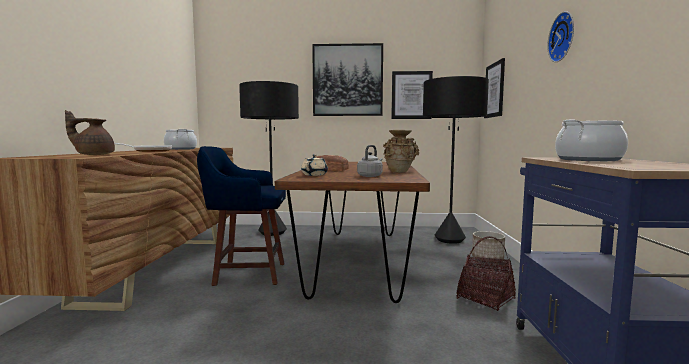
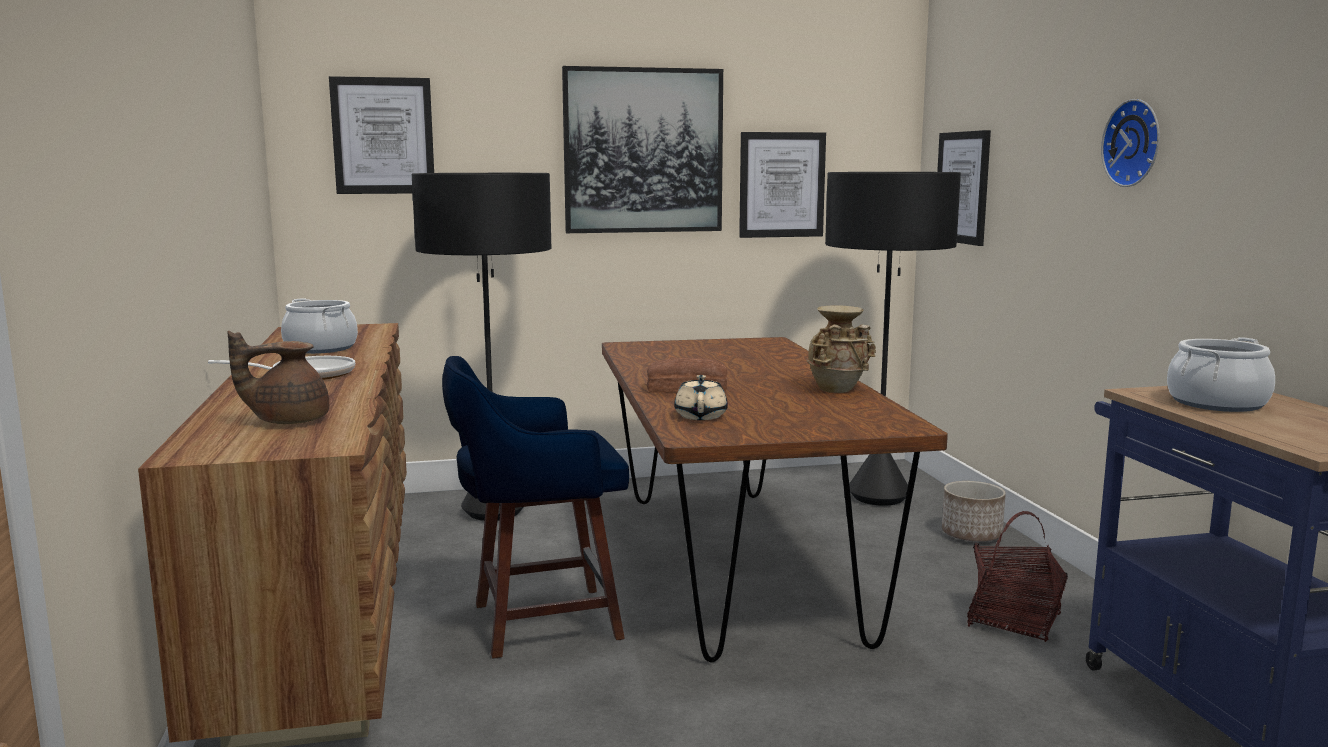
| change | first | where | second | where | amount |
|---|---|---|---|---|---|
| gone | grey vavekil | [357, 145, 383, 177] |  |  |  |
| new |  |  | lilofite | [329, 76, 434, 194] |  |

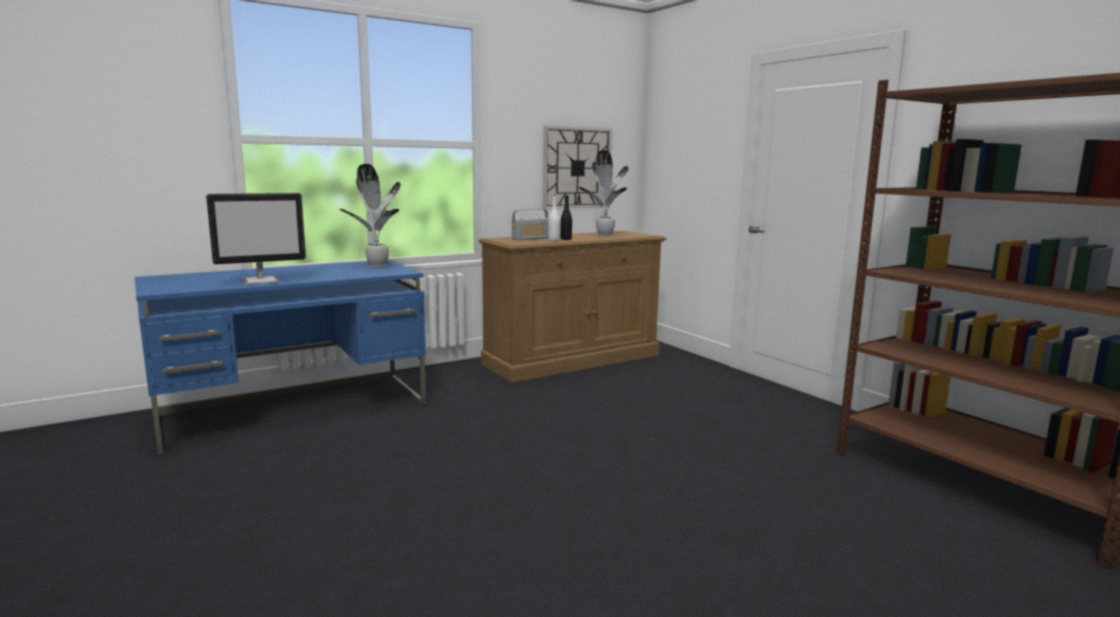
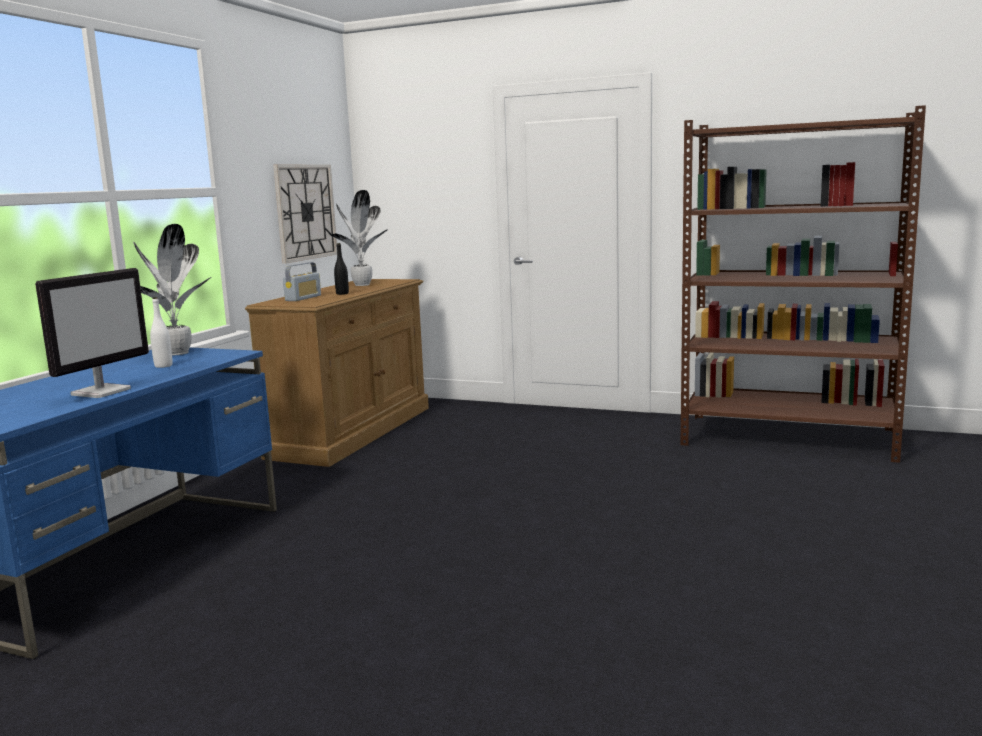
| change | first | where | second | where | amount |
|---|---|---|---|---|---|
| shifted | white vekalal | [548, 195, 560, 241] |  | [150, 297, 173, 368] |  |

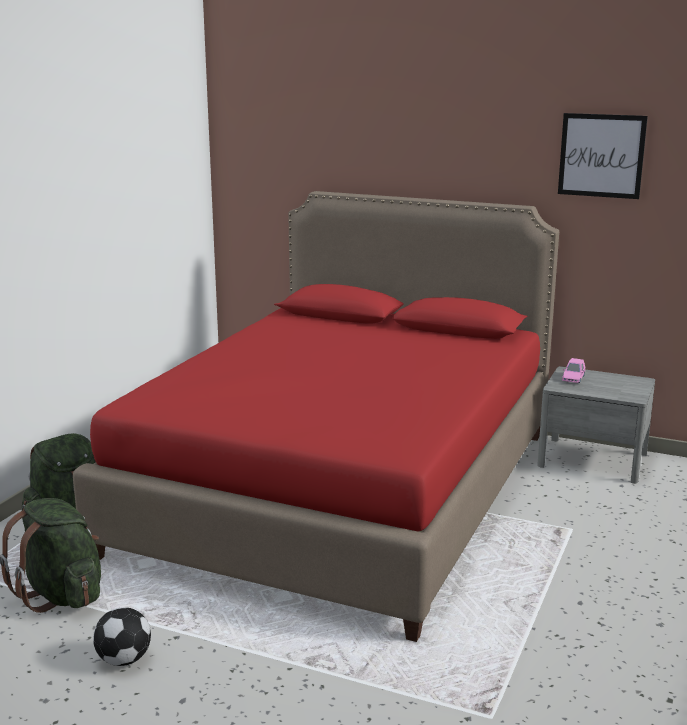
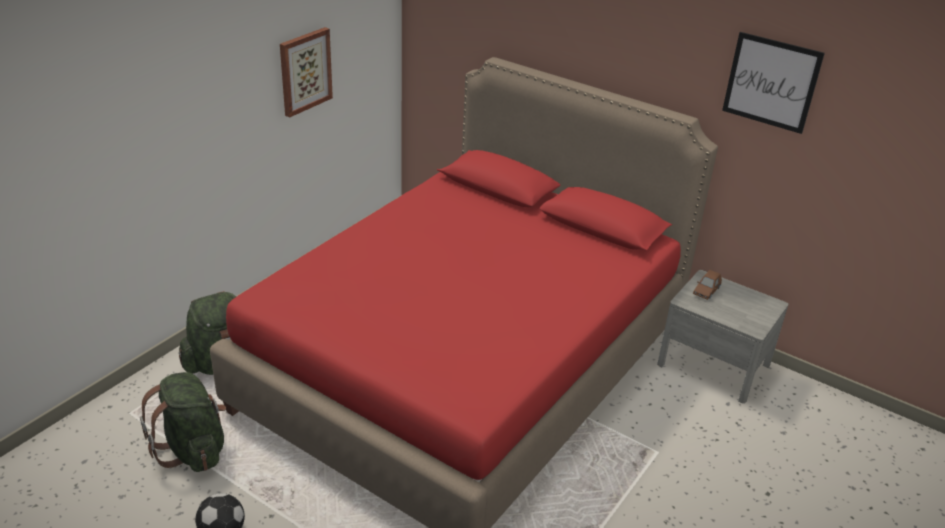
| change | first | where | second | where | amount |
|---|---|---|---|---|---|
| repainted | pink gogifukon | [562, 358, 585, 383] | brown gogifukon | [693, 270, 722, 300] |  |
| new |  |  | lilofite | [280, 27, 333, 117] |  |

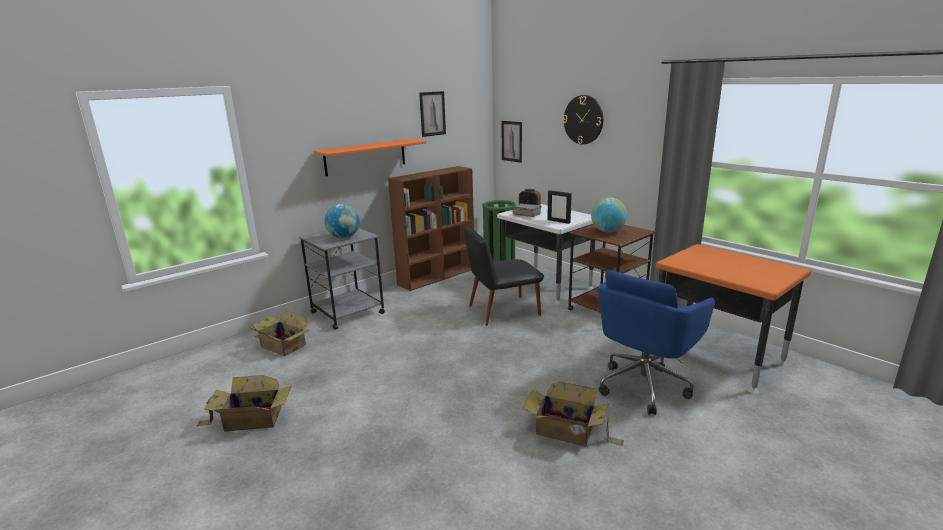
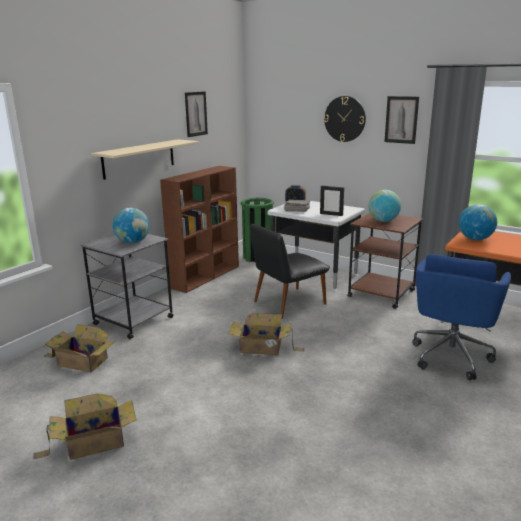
| change | first | where | second | where | amount |
|---|---|---|---|---|---|
| repainted | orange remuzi | [313, 139, 427, 176] | beige remuzi | [92, 139, 199, 180] |  |
| shifted | lilofite | [501, 121, 522, 163] |  | [384, 96, 419, 144] |  |
| shifted | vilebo | [522, 382, 624, 446] |  | [228, 313, 305, 355] |  |
| new |  |  | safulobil | [458, 204, 497, 240] |  |

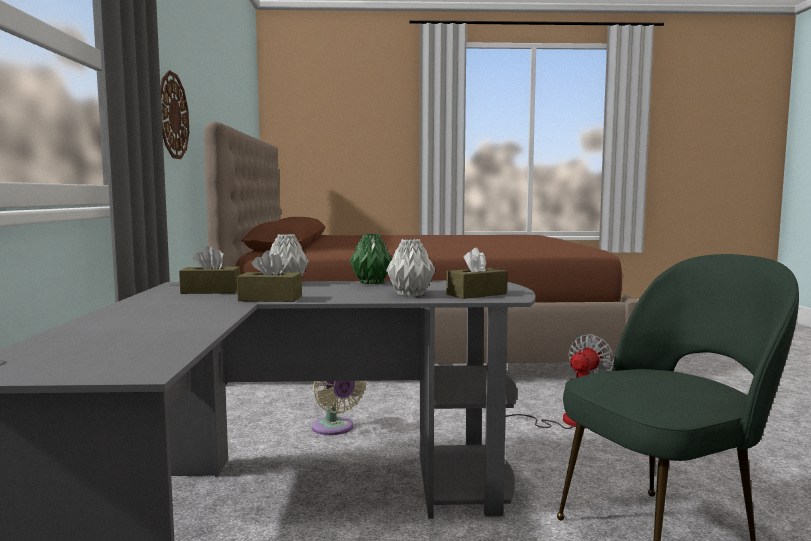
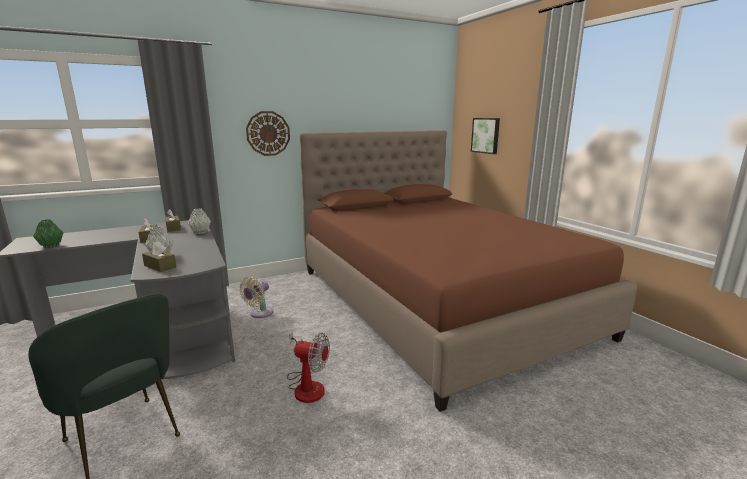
| change | first | where | second | where | amount |
|---|---|---|---|---|---|
| shifted | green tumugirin | [350, 234, 392, 284] |  | [33, 219, 63, 248] |  |
| new |  |  | lilofite | [471, 118, 500, 154] |  |

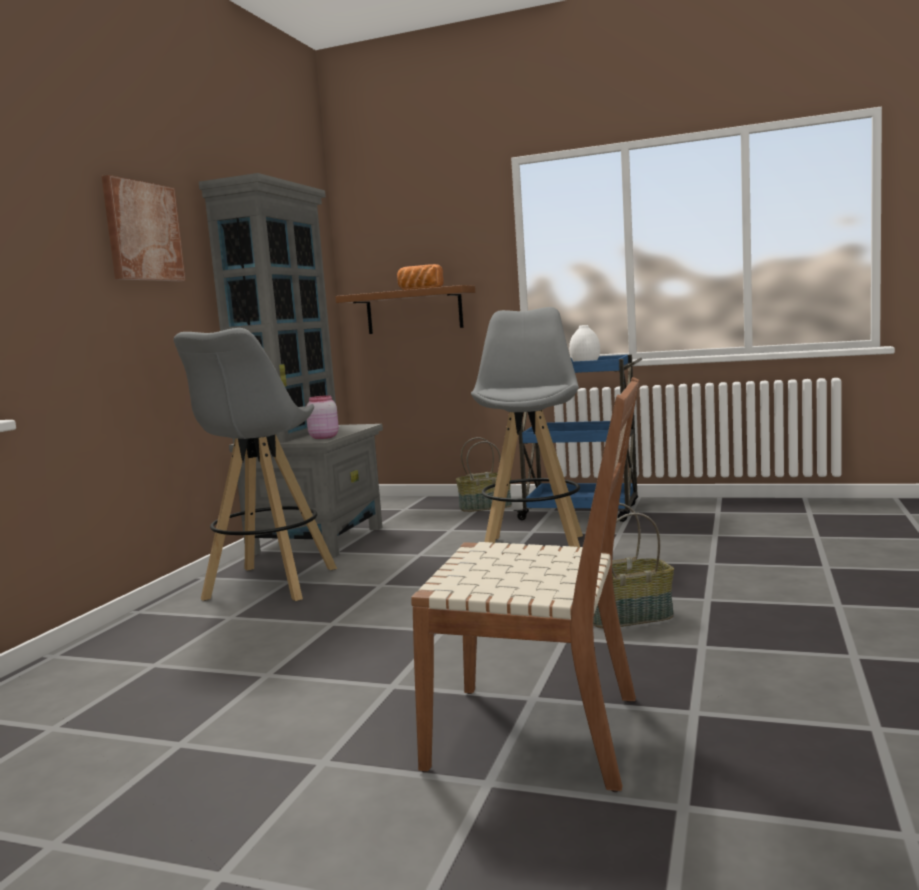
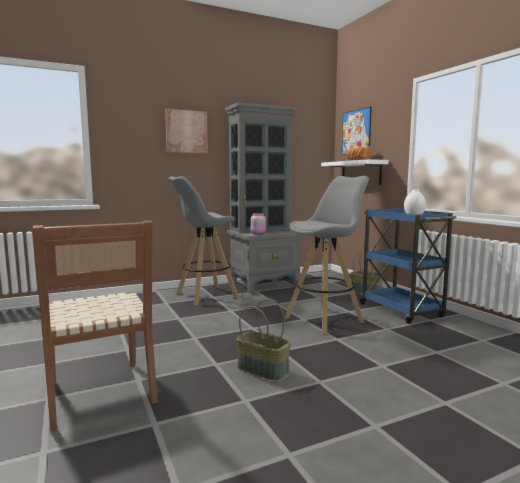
| change | first | where | second | where | amount |
|---|---|---|---|---|---|
| repainted | brown remuzi | [335, 285, 475, 334] | white remuzi | [321, 159, 389, 185] |  |
| new |  |  | lilofite | [342, 107, 372, 155] |  |

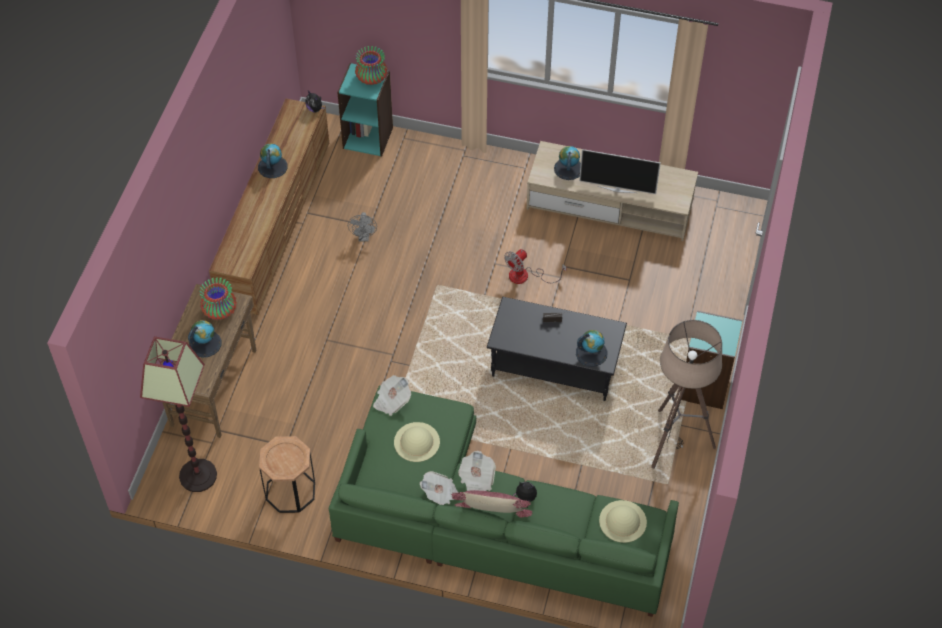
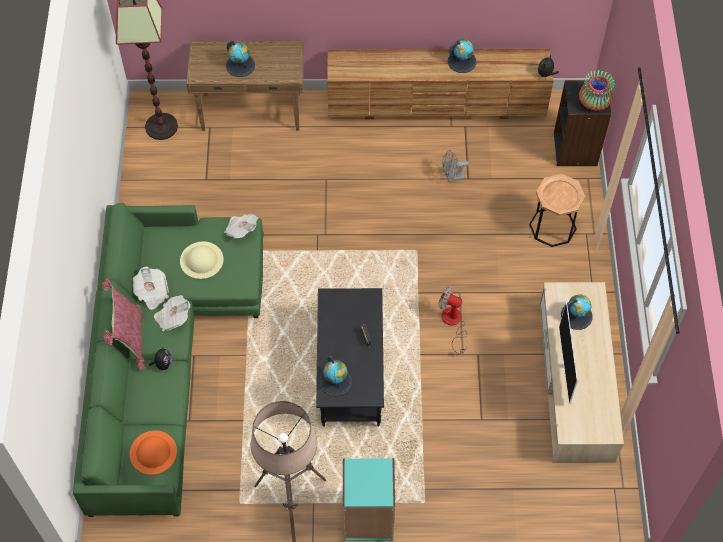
| change | first | where | second | where | amount |
|---|---|---|---|---|---|
| gone | tumugirin | [199, 277, 237, 320] |  |  |  |
| shifted | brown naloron | [259, 436, 315, 513] |  | [529, 174, 585, 247] |  |
| repainted | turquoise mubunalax | [337, 63, 393, 157] | black mubunalax | [554, 80, 612, 166] |  |
| repainted | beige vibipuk | [599, 500, 647, 543] | orange vibipuk | [130, 430, 177, 475] |  |

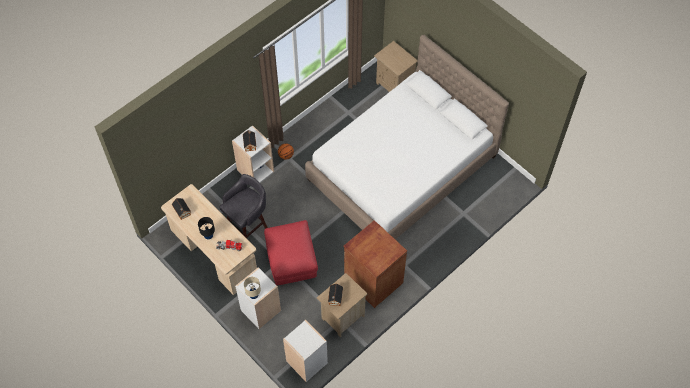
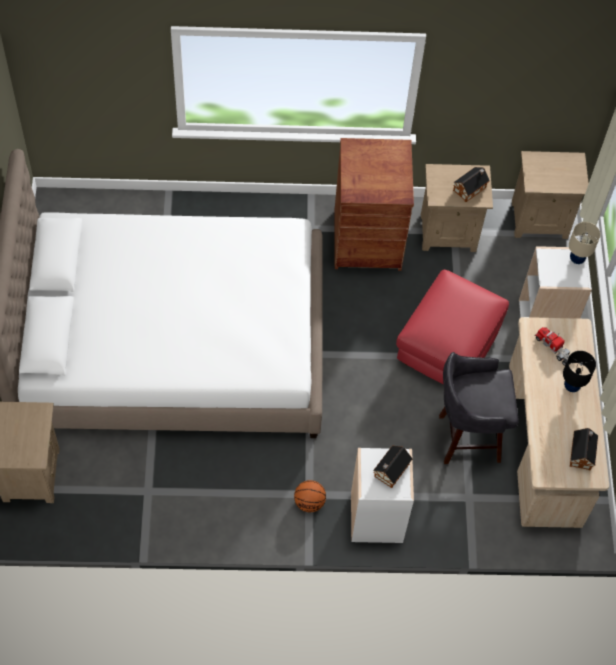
| change | first | where | second | where | amount |
|---|---|---|---|---|---|
| swapped | mubunalax | [283, 320, 328, 382] | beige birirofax | [512, 151, 589, 239] |  |

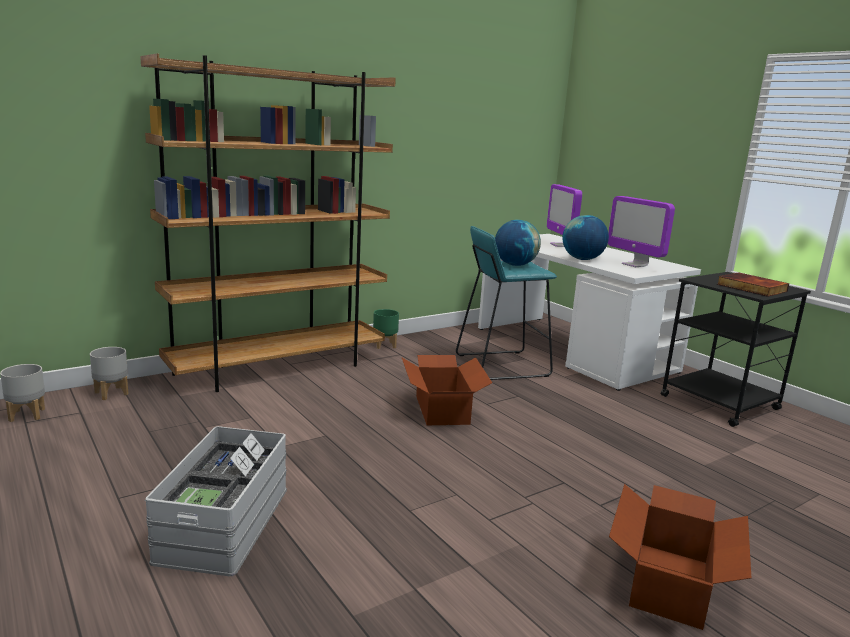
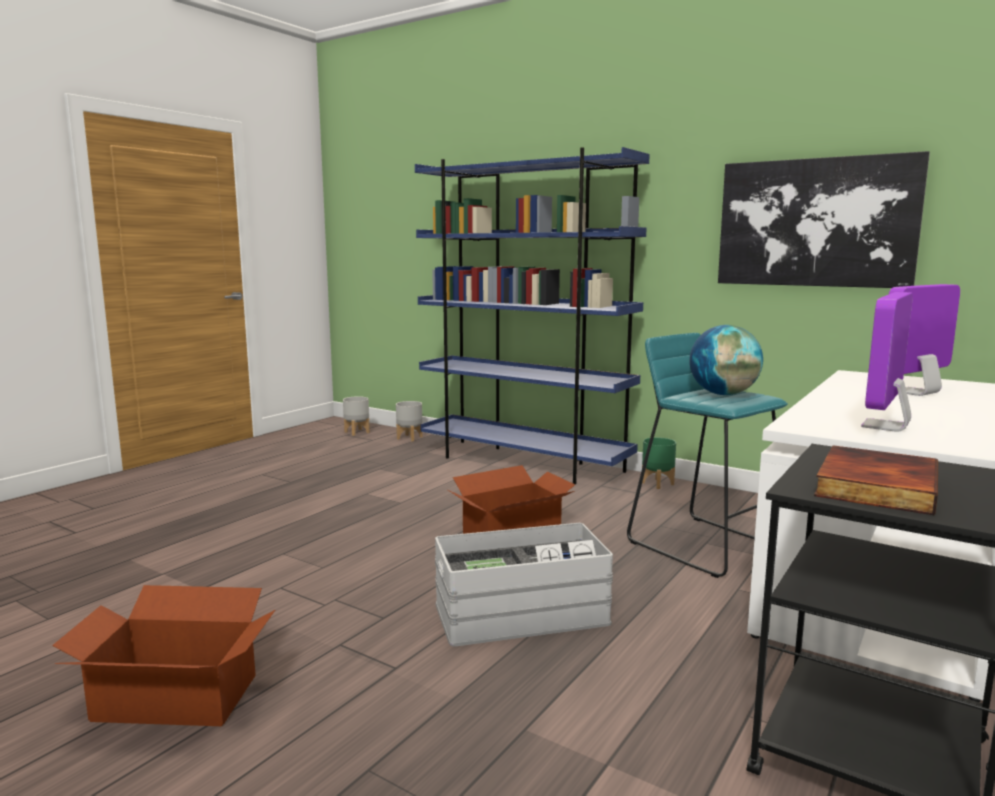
| change | first | where | second | where | amount |
|---|---|---|---|---|---|
| repainted | brown mubunalax | [140, 53, 396, 392] | blue mubunalax | [415, 147, 650, 484] |  |
| shifted | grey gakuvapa | [145, 426, 287, 576] |  | [435, 523, 613, 646] |  |
| gone | safulobil | [562, 215, 609, 260] |  |  |  |
| new |  |  | lilofite | [718, 151, 930, 288] |  |

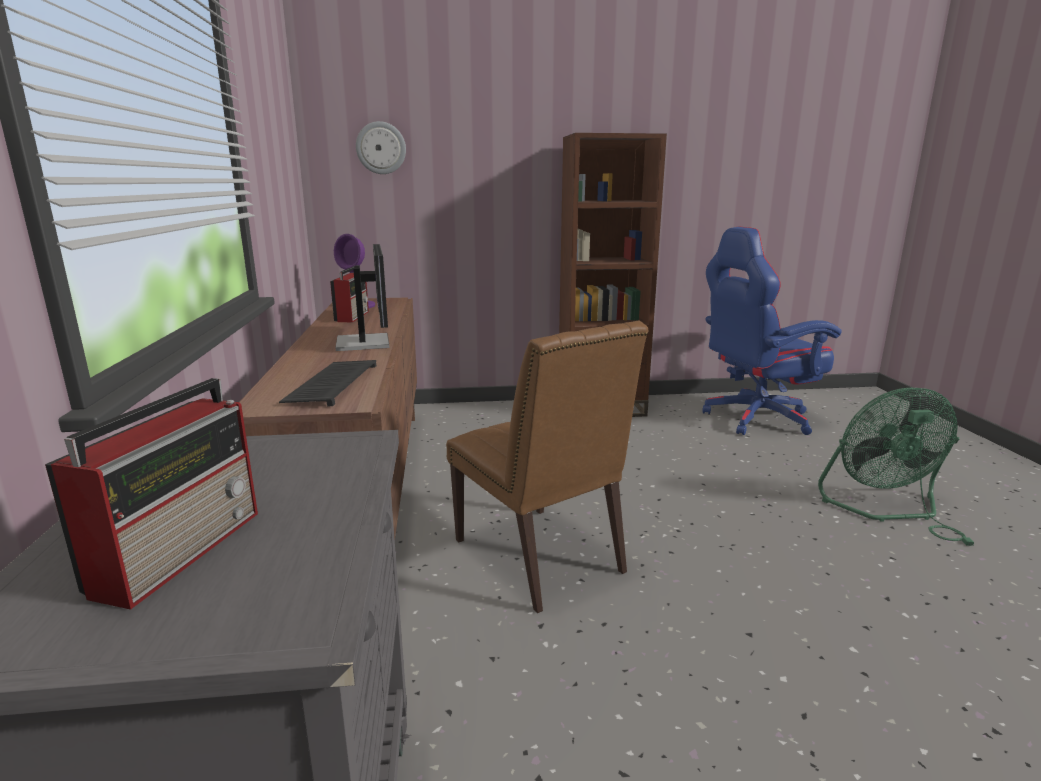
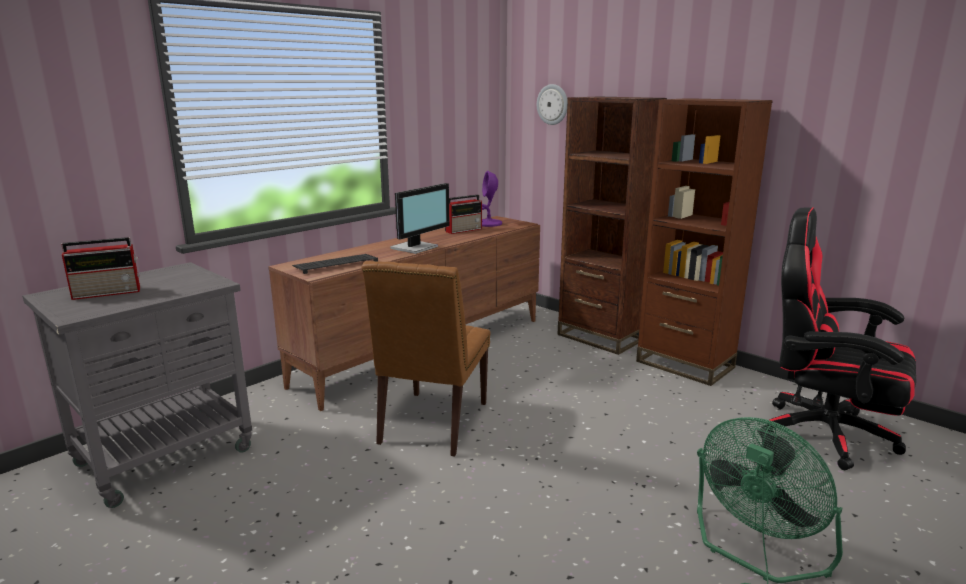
| change | first | where | second | where | amount |
|---|---|---|---|---|---|
| repainted | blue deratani | [702, 226, 842, 435] | black deratani | [761, 207, 916, 470] |  |
| new |  |  | brown mubunalax | [557, 97, 667, 355] |  |

